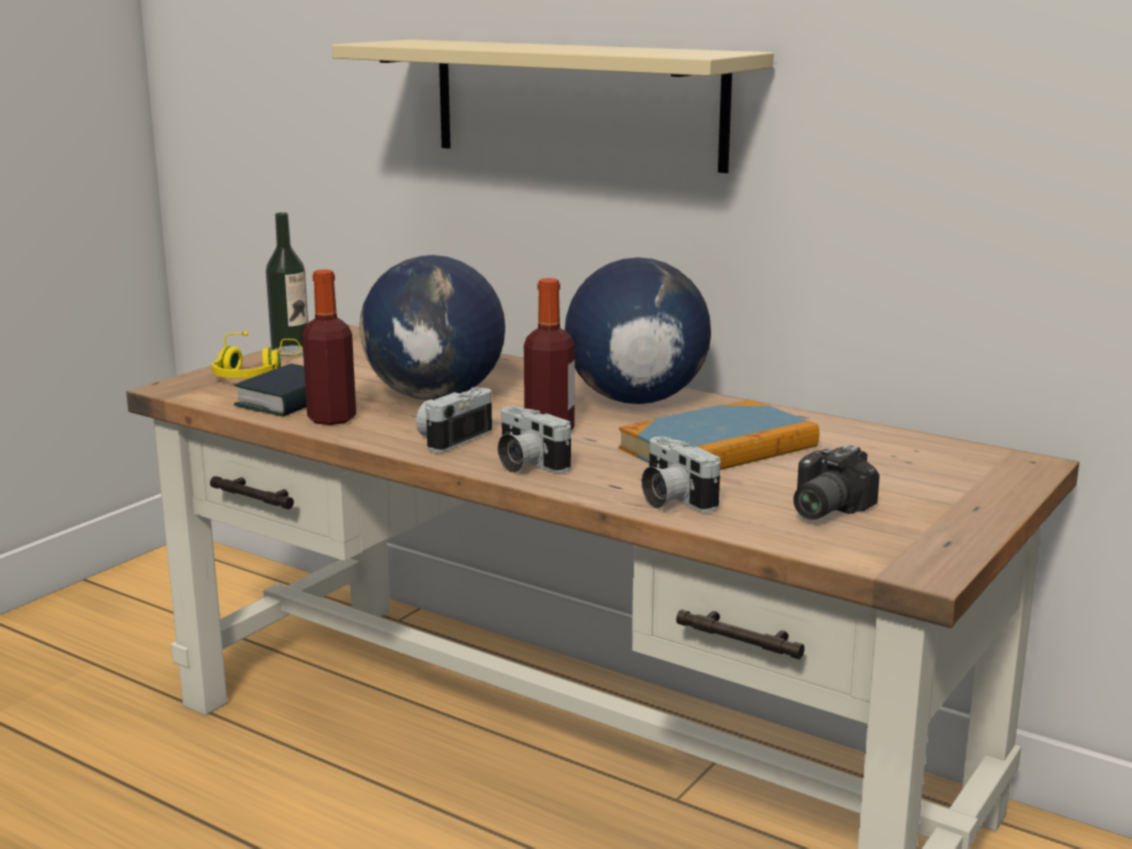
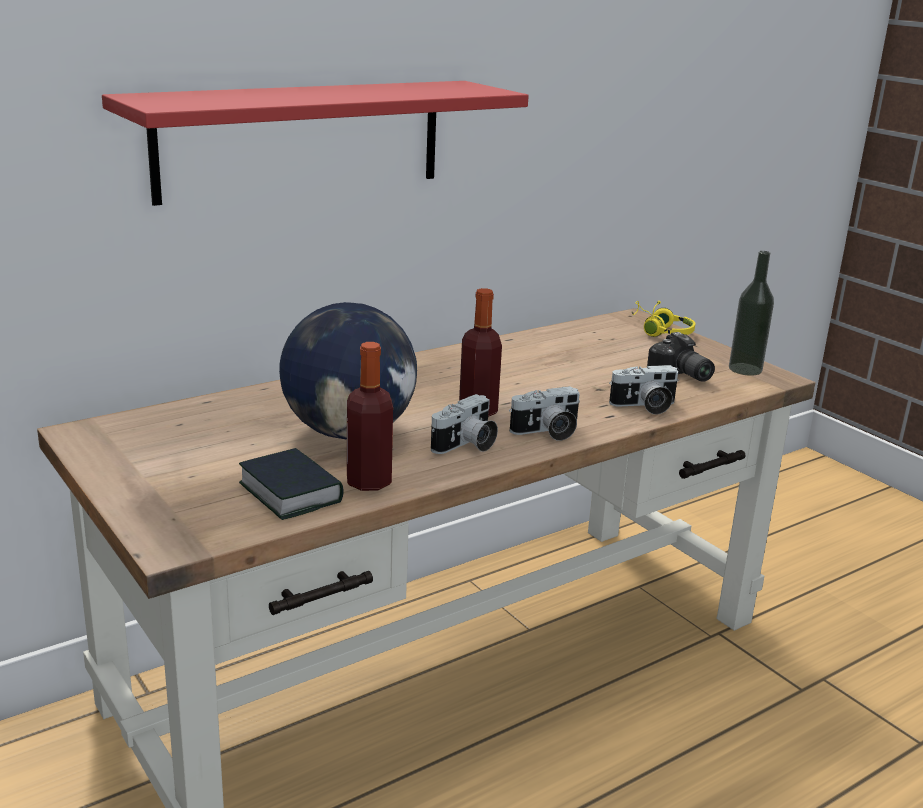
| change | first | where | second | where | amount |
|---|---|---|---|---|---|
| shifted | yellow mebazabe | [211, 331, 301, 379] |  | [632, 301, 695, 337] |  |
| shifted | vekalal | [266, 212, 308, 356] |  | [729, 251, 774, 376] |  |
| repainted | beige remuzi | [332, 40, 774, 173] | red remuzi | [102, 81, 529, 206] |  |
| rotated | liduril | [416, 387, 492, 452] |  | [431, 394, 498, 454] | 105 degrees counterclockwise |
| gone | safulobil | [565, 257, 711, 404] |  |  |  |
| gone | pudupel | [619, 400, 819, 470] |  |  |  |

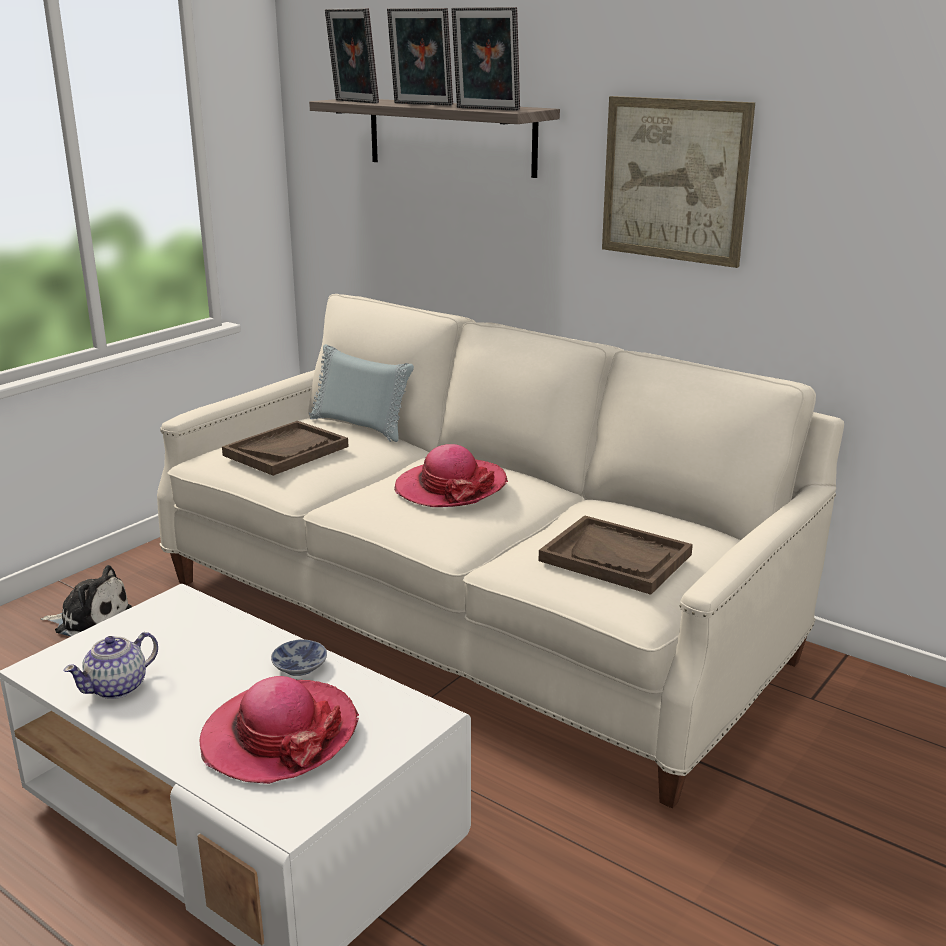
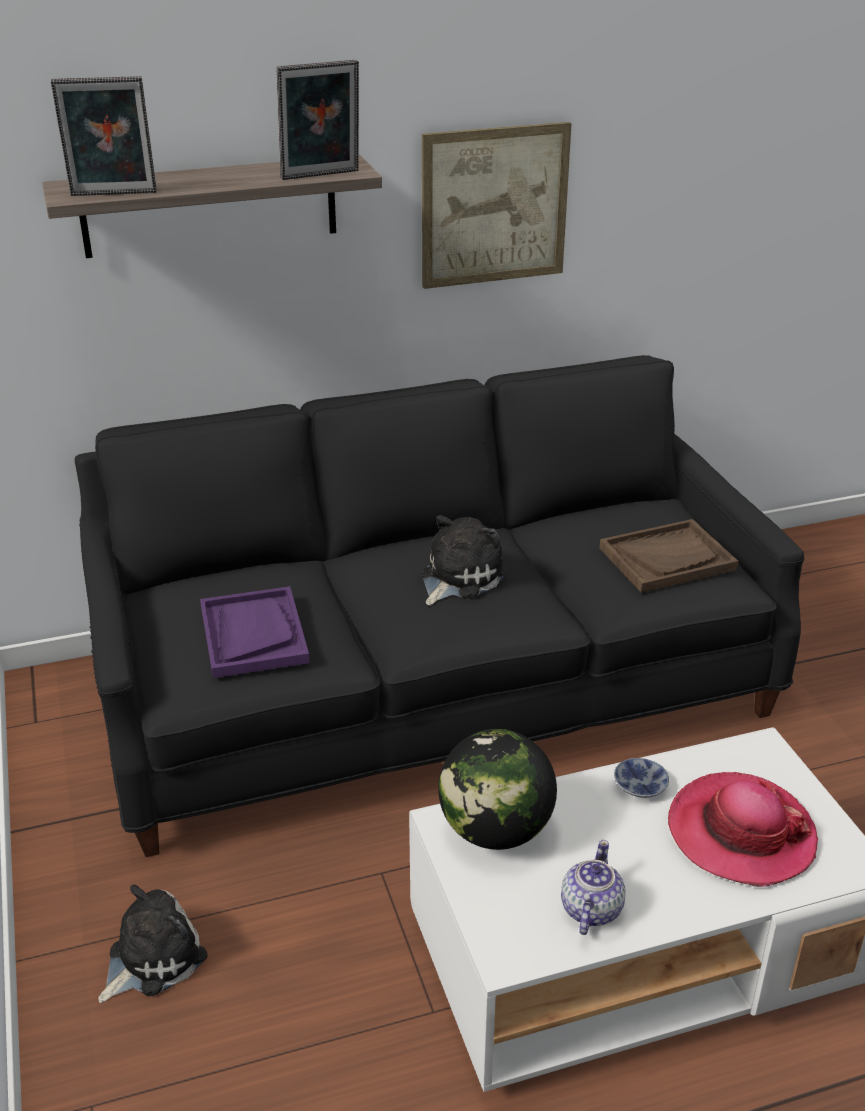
| change | first | where | second | where | amount |
|---|---|---|---|---|---|
| rotated | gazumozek | [64, 632, 158, 699] |  | [561, 840, 626, 935] | 150 degrees counterclockwise |
| repainted | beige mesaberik | [157, 294, 844, 808] | black mesaberik | [75, 355, 805, 857] |  |
| repainted | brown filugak | [222, 421, 349, 476] | purple filugak | [200, 586, 310, 678] |  |
| gone | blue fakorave | [308, 344, 414, 442] |  |  |  |
| gone | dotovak | [387, 8, 453, 106] |  |  |  |
| swapped | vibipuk | [394, 444, 508, 507] | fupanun | [421, 515, 506, 606] |  |
| new |  |  | safulobil | [438, 729, 557, 850] |  |

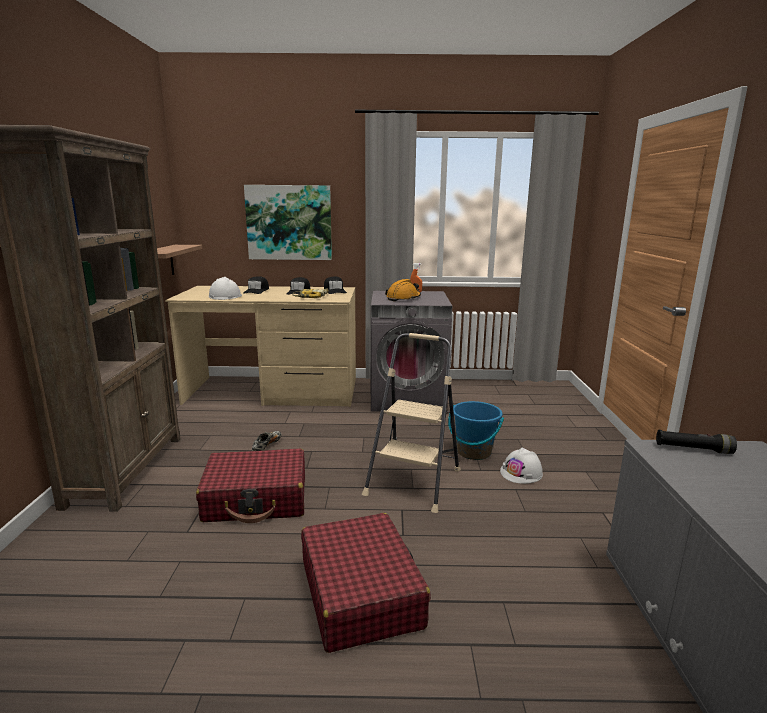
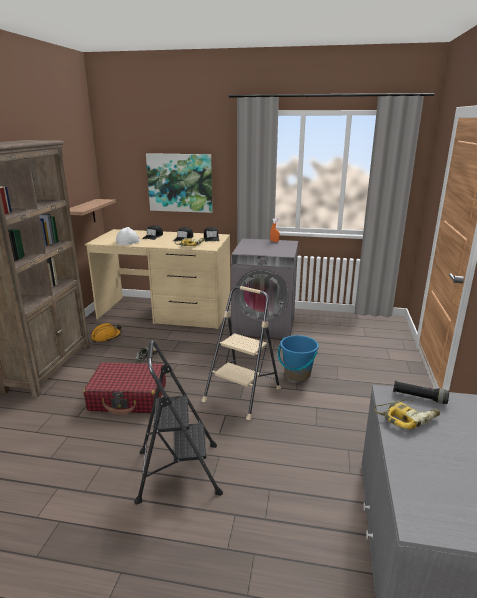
| change | first | where | second | where | amount |
|---|---|---|---|---|---|
| swapped | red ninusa | [301, 513, 431, 653] | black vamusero | [134, 340, 223, 504] |  |
| shifted | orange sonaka | [385, 279, 421, 301] |  | [91, 323, 122, 342] |  |
| gone | white sonaka | [500, 447, 543, 484] |  |  |  |
| new |  |  | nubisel | [374, 399, 440, 429] |  |

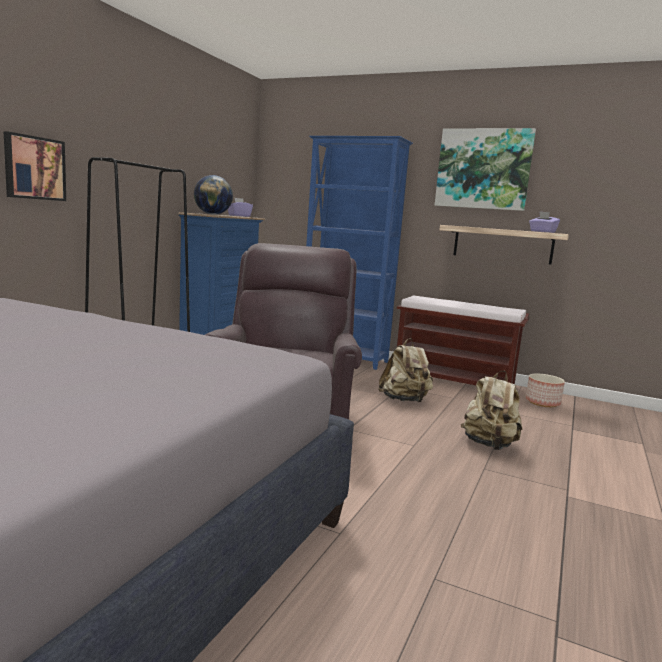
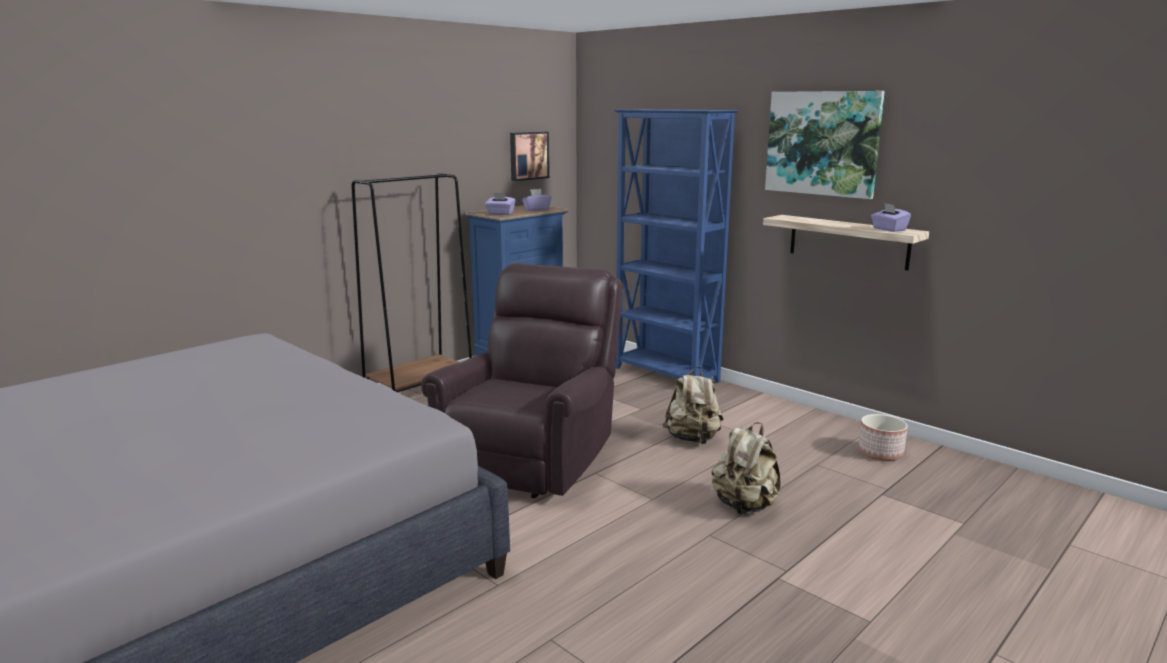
| change | first | where | second | where | amount |
|---|---|---|---|---|---|
| shifted | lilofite | [4, 132, 66, 201] |  | [510, 132, 549, 181] |  |
| swapped | safulobil | [194, 175, 233, 215] | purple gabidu | [485, 193, 515, 215] |  |
| gone | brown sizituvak | [397, 296, 530, 385] |  |  |  |

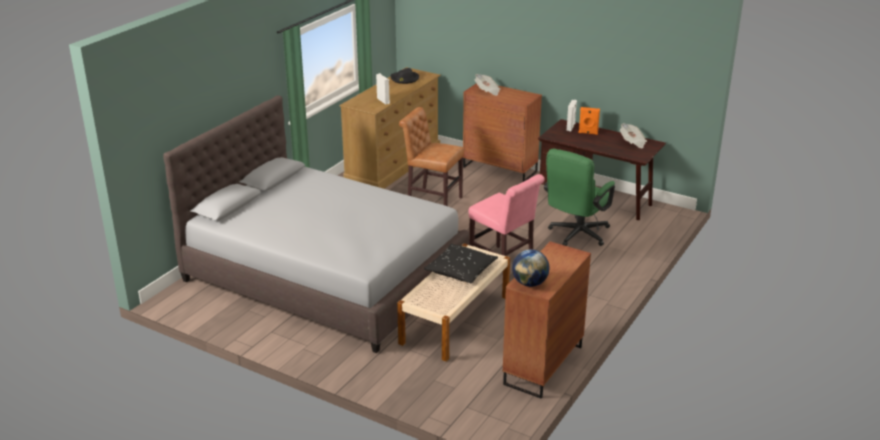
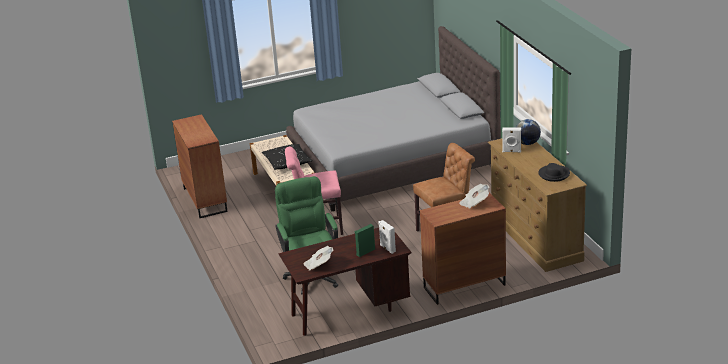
| change | first | where | second | where | amount |
|---|---|---|---|---|---|
| shifted | safulobil | [512, 249, 550, 287] |  | [516, 119, 541, 145] |  |
| repainted | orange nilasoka | [579, 107, 600, 135] | green nilasoka | [355, 224, 375, 257] |  |

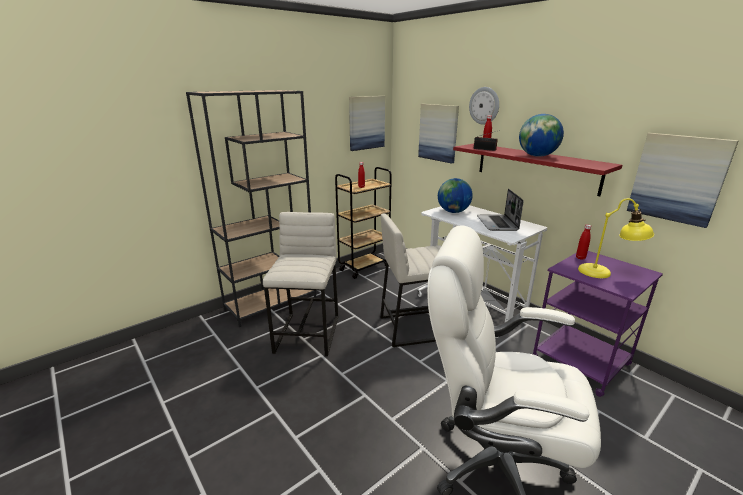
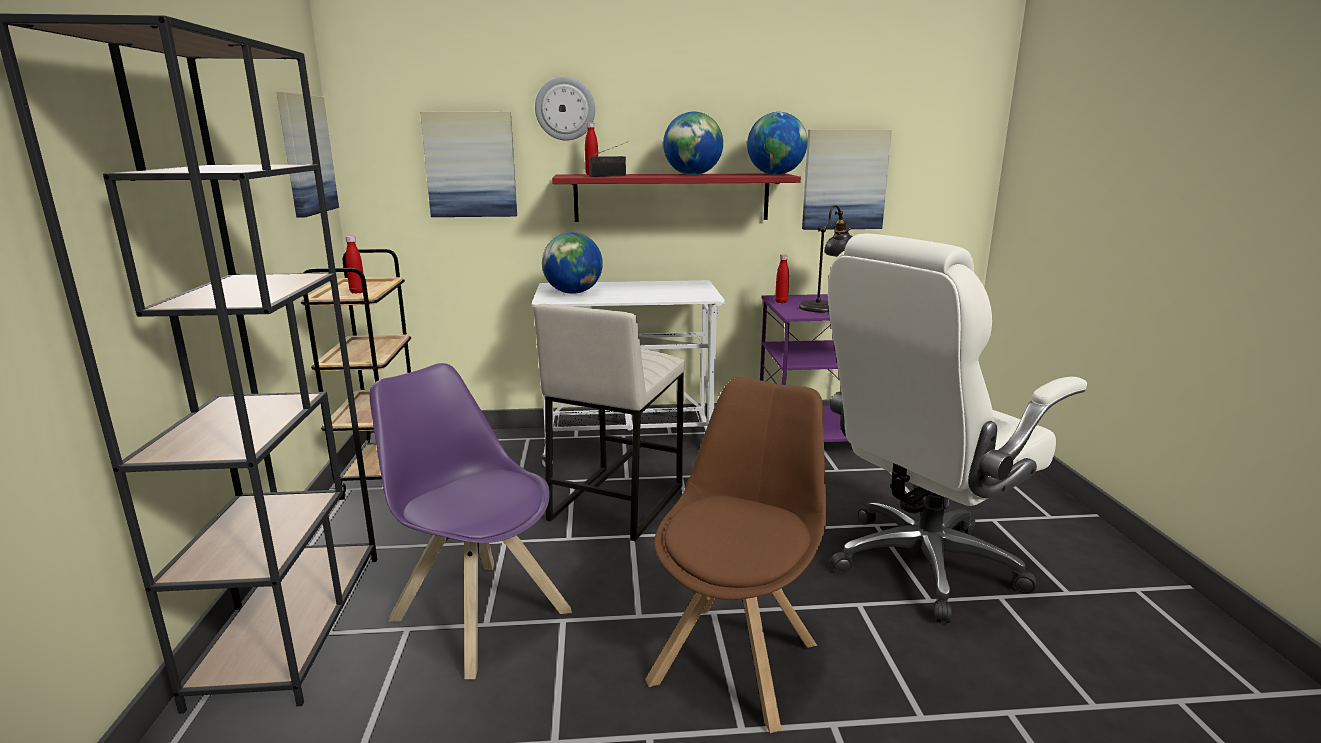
| change | first | where | second | where | amount |
|---|---|---|---|---|---|
| swapped | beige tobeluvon | [263, 212, 338, 356] | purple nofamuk | [370, 363, 572, 679] |  |
| gone | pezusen | [477, 189, 524, 231] |  |  |  |
| repainted | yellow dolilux | [578, 198, 654, 278] | grey dolilux | [799, 205, 853, 312] |  |
| new |  |  | brown nofamuk | [645, 377, 827, 733] |  |
| new |  |  | safulobil | [747, 112, 808, 175] |  |

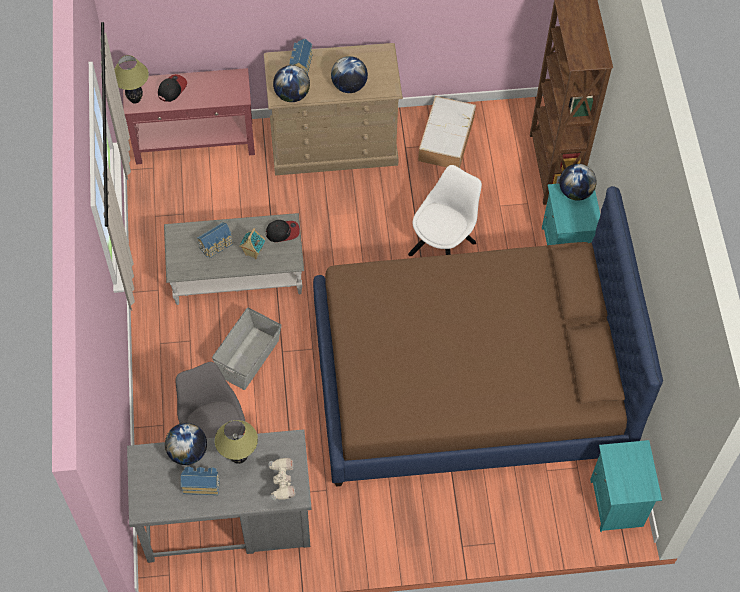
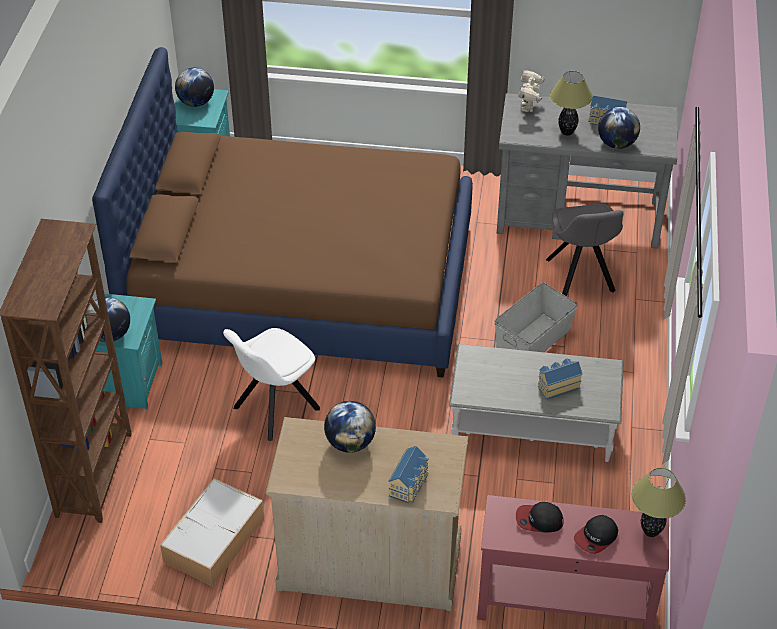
| change | first | where | second | where | amount |
|---|---|---|---|---|---|
| gone | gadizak | [239, 228, 265, 259] |  |  |  |
| shifted | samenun | [266, 220, 300, 242] |  | [516, 502, 564, 532] |  |
| shifted | safulobil | [273, 65, 310, 102] |  | [175, 68, 214, 107] |  |

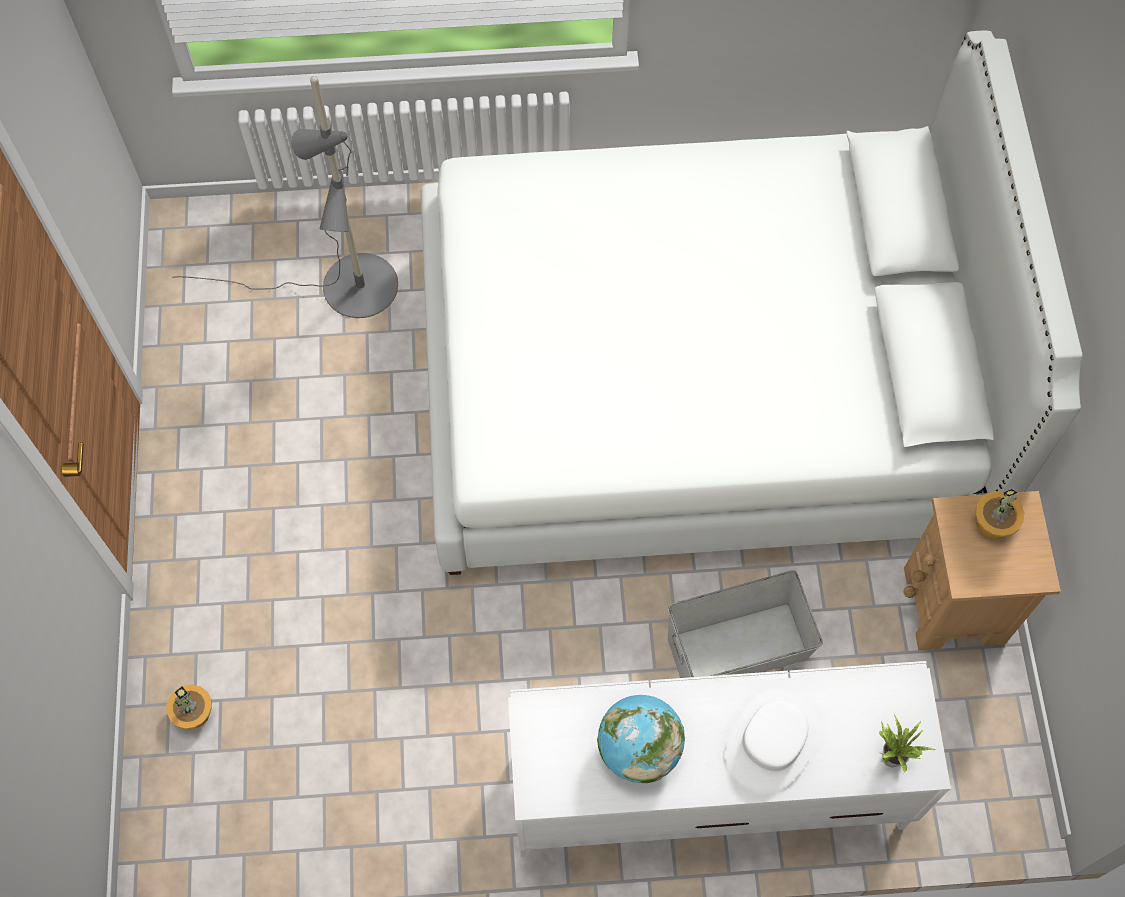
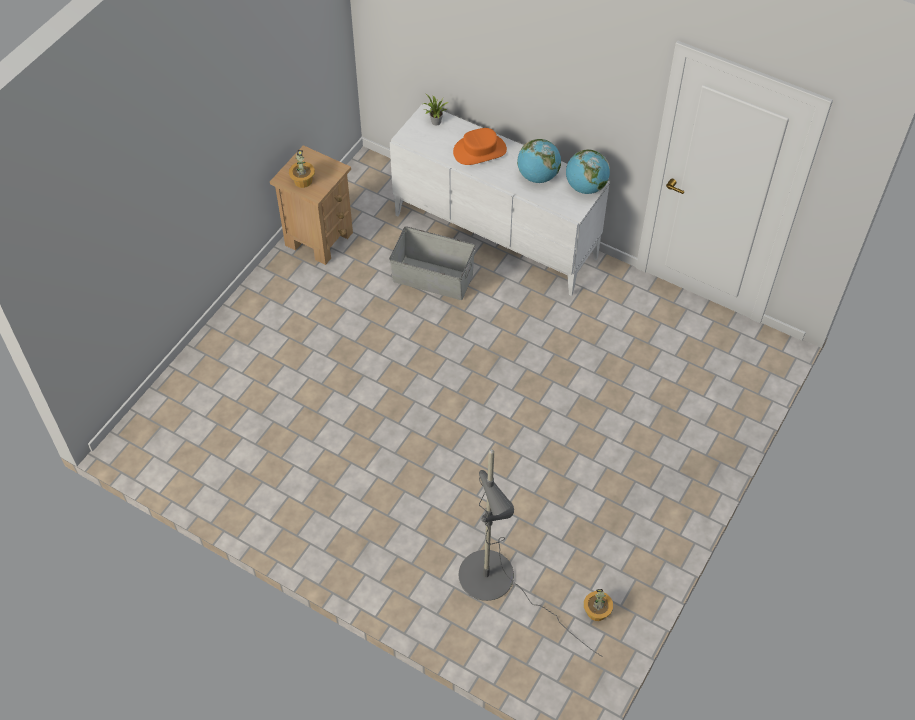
| change | first | where | second | where | amount |
|---|---|---|---|---|---|
| shifted | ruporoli | [166, 685, 212, 729] |  | [584, 589, 613, 621] |  |
| gone | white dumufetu | [421, 30, 1083, 575] |  |  |  |
| repainted | white vibipuk | [725, 689, 820, 793] | orange vibipuk | [453, 128, 507, 165] |  |
| new |  |  | safulobil | [566, 149, 610, 194] |  |

